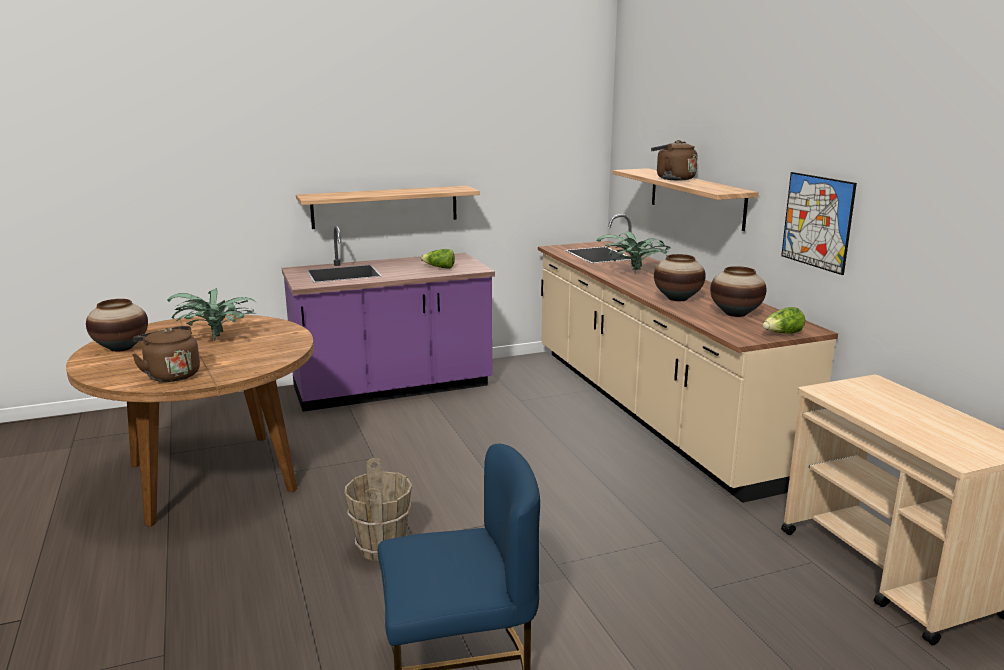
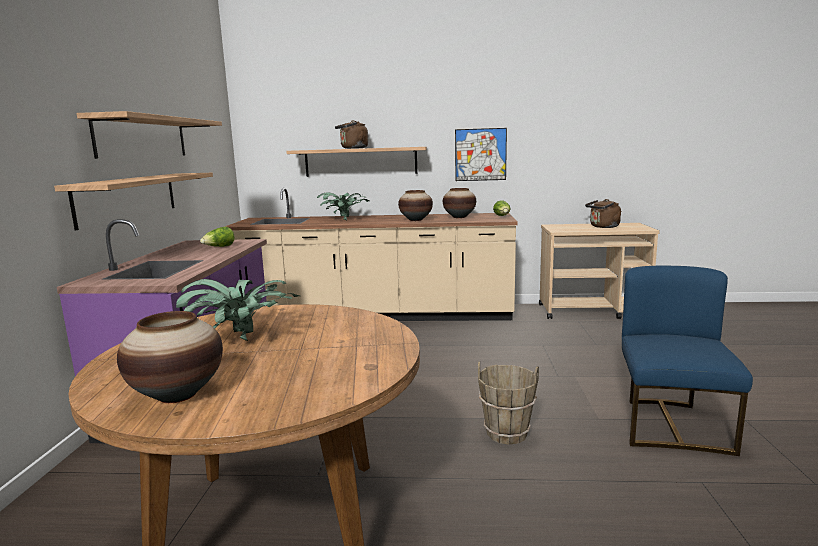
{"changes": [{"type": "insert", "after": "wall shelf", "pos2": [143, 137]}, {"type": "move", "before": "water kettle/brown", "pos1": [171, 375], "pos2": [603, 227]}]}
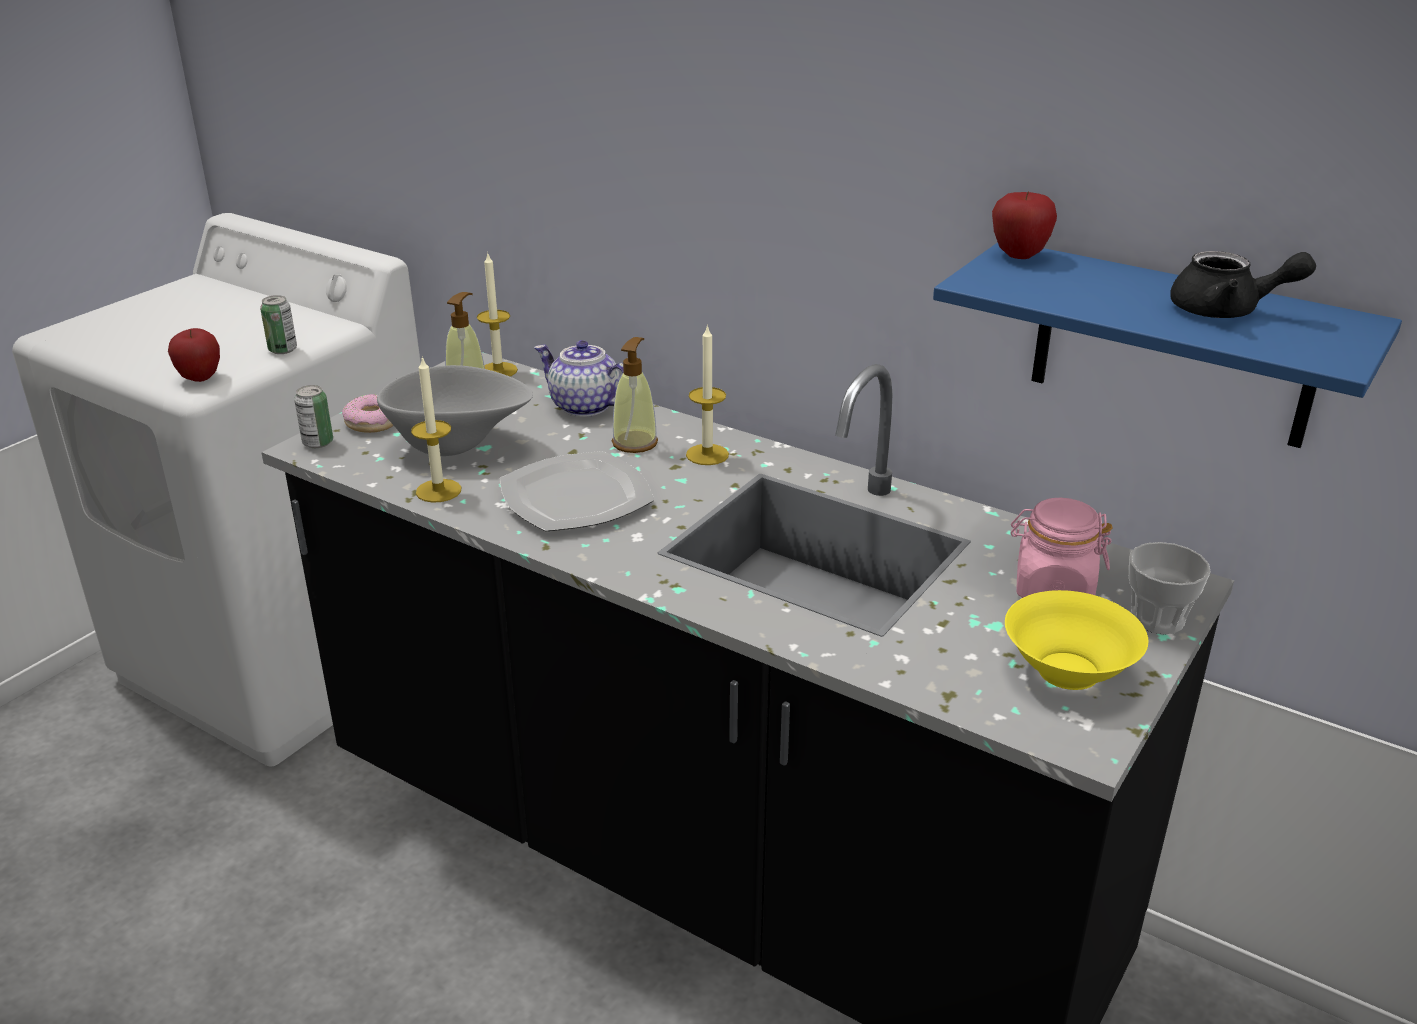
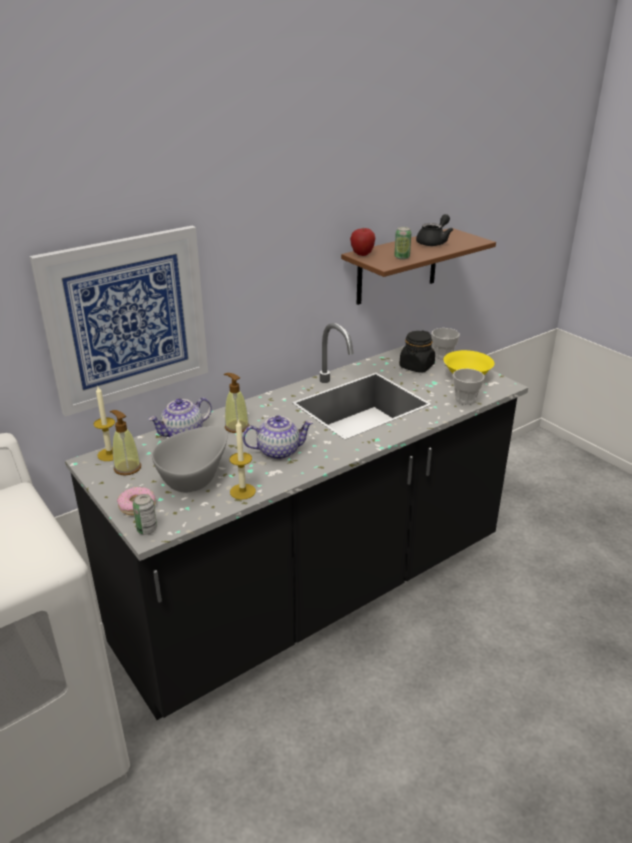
{"changes": [{"type": "insert", "after": "picture", "pos2": [127, 319]}, {"type": "replace", "before": "plate", "after": "tea pot", "pos1": [576, 496], "pos2": [279, 451]}, {"type": "recolor", "before": "wall shelf/blue-coloured", "after": "wall shelf/brown", "pos1": [1173, 345], "pos2": [397, 267]}, {"type": "move", "before": "can", "pos1": [283, 350], "pos2": [402, 257]}, {"type": "recolor", "before": "jar/pink-coloured", "after": "jar/black", "pos1": [1053, 588], "pos2": [416, 366]}, {"type": "insert", "after": "drinking cup", "pos2": [465, 399]}, {"type": "delete", "before": "apple", "pos1": [200, 378]}, {"type": "delete", "before": "wax light", "pos1": [707, 454]}]}
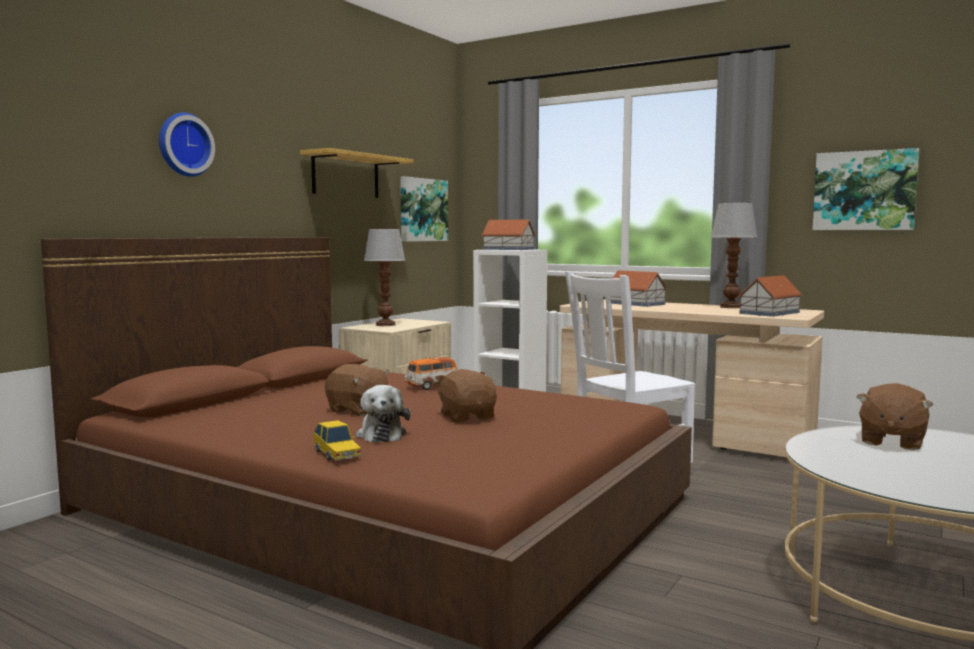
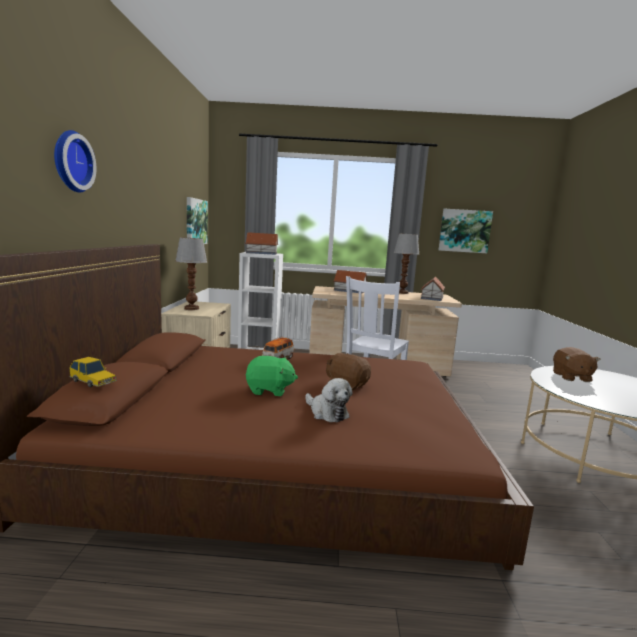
{"changes": [{"type": "move", "before": "model car", "pos1": [337, 454], "pos2": [93, 381]}, {"type": "recolor", "before": "soft toy/brown", "after": "soft toy/greenish", "pos1": [358, 410], "pos2": [269, 390]}, {"type": "delete", "before": "wall shelf", "pos1": [346, 176]}]}
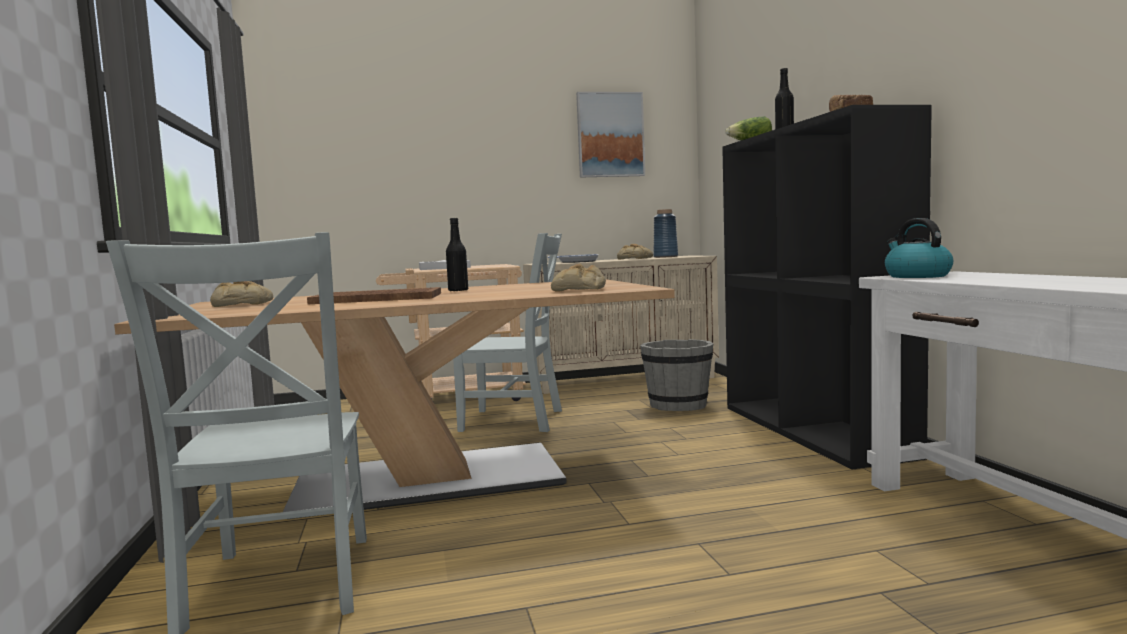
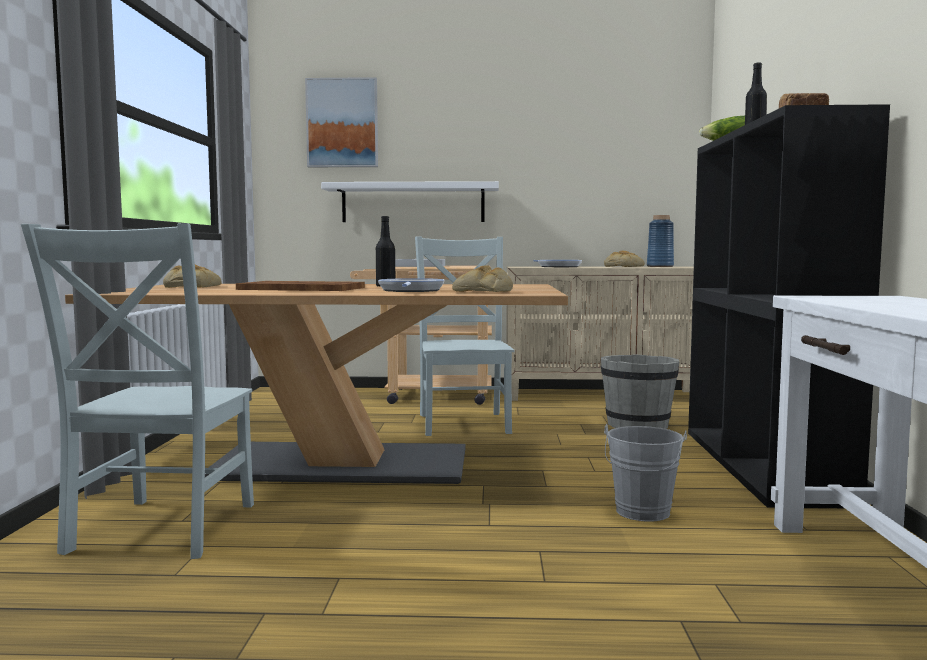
{"changes": [{"type": "move", "before": "picture", "pos1": [610, 135], "pos2": [342, 123]}, {"type": "insert", "after": "wall shelf/whitish", "pos2": [413, 203]}, {"type": "insert", "after": "pan", "pos2": [411, 290]}, {"type": "rotate", "before": "chair/greyish", "pos1": [517, 421], "pos2": [464, 422], "turn": -120}, {"type": "insert", "after": "pail/greyish", "pos2": [642, 514]}, {"type": "delete", "before": "water kettle", "pos1": [916, 276]}]}
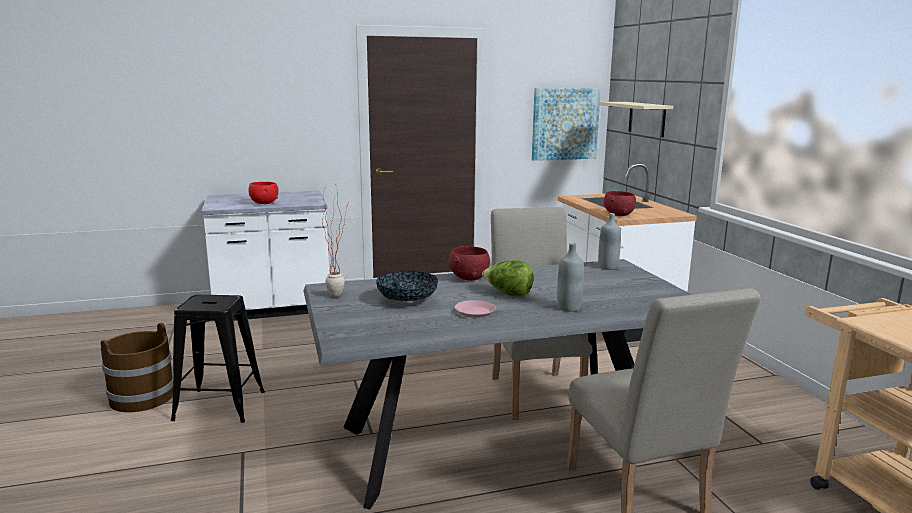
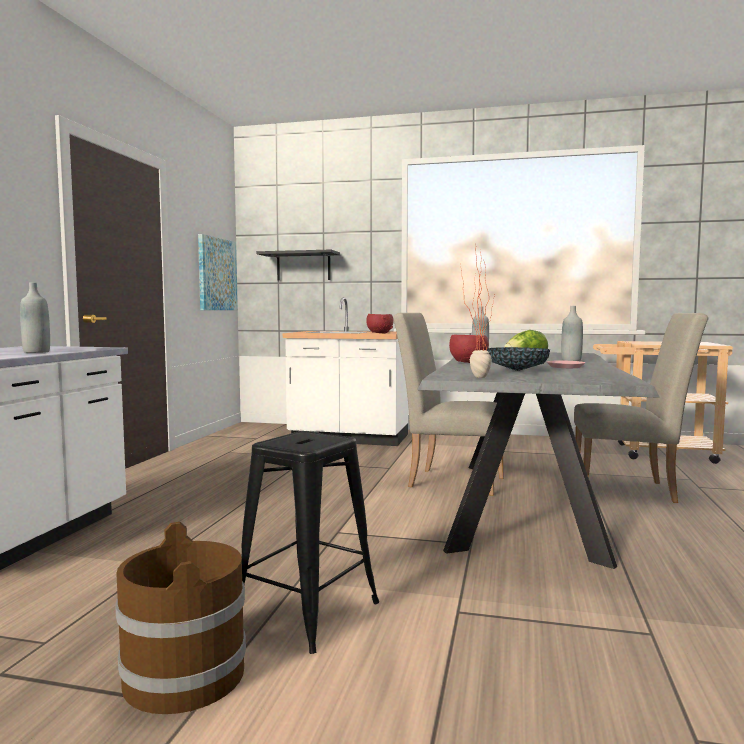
{"changes": [{"type": "replace", "before": "serving bowl/reddish", "after": "drink bottle/greyish", "pos1": [264, 203], "pos2": [36, 352]}, {"type": "recolor", "before": "wall shelf/beige-coloured", "after": "wall shelf/black", "pos1": [647, 119], "pos2": [303, 266]}]}
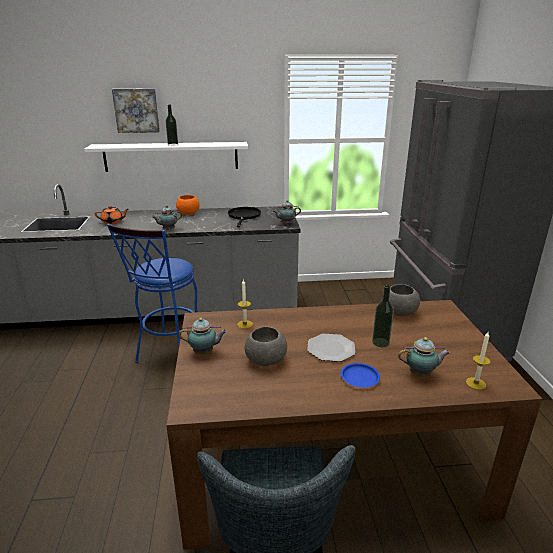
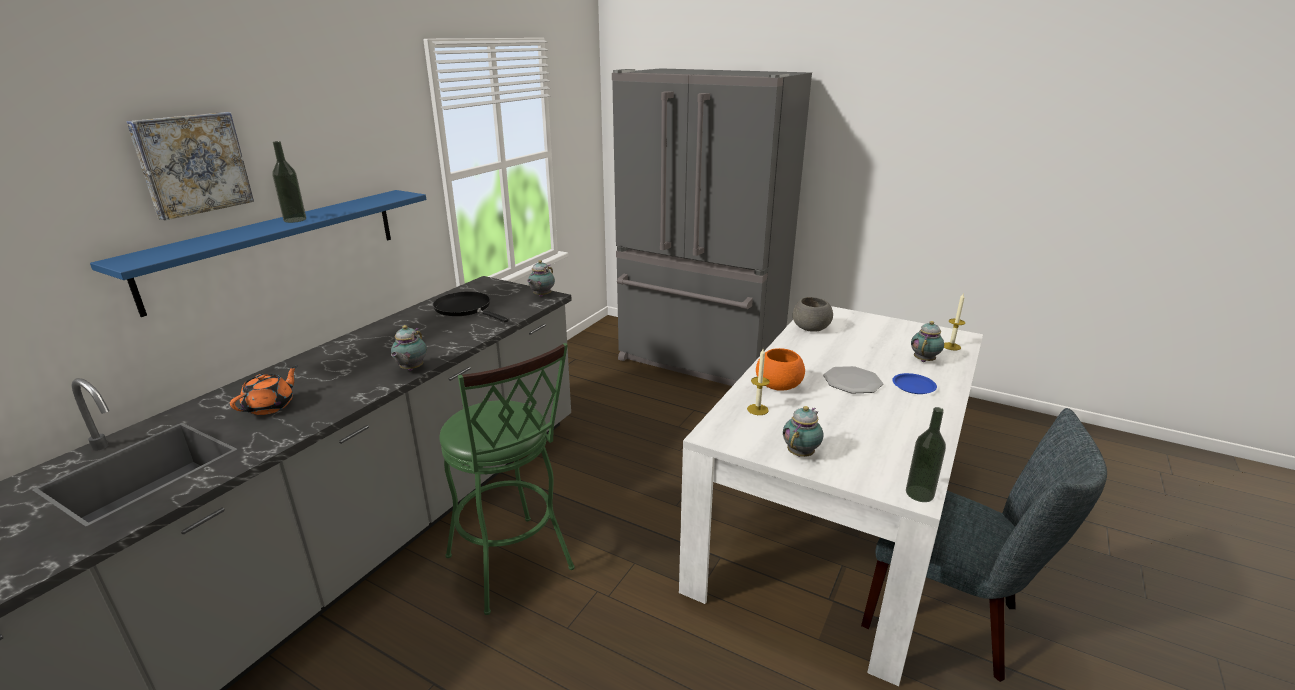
{"changes": [{"type": "recolor", "before": "wall shelf/whitish", "after": "wall shelf/blue-coloured", "pos1": [171, 156], "pos2": [278, 246]}, {"type": "recolor", "before": "stool/blue-coloured", "after": "stool/greenish", "pos1": [169, 355], "pos2": [514, 569]}, {"type": "recolor", "before": "dinner table/brown", "after": "dinner table/whitish", "pos1": [329, 461], "pos2": [834, 518]}, {"type": "move", "before": "serving bowl/orange-coloured", "pos1": [188, 213], "pos2": [779, 386]}, {"type": "move", "before": "drink bottle", "pos1": [380, 342], "pos2": [919, 493]}, {"type": "delete", "before": "serving bowl/greyish", "pos1": [265, 360]}]}
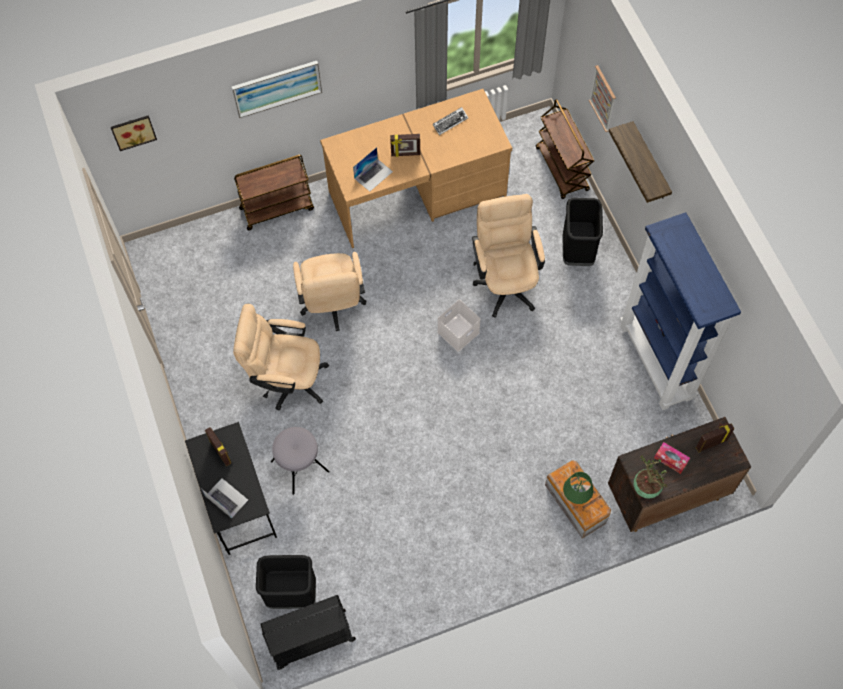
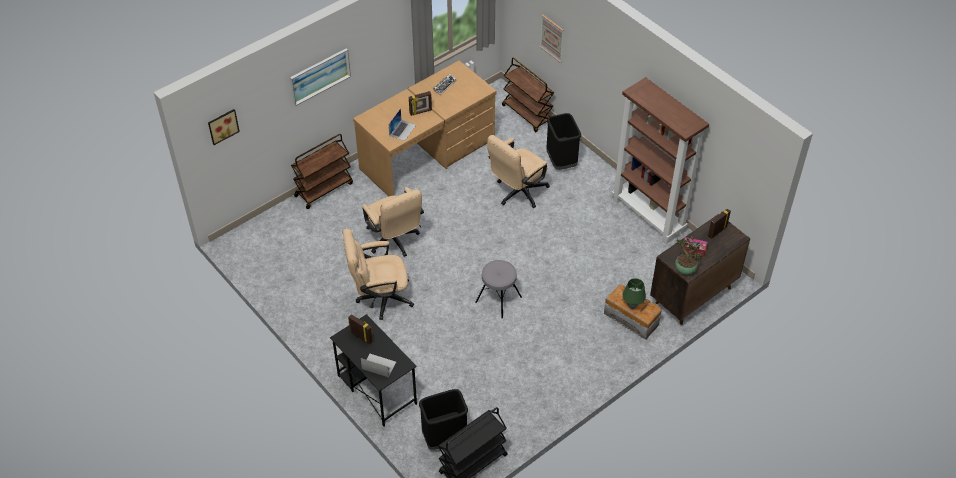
{"changes": [{"type": "move", "before": "stool/greyish", "pos1": [300, 466], "pos2": [498, 299]}, {"type": "rotate", "before": "desk chair/beige-coloured", "pos1": [505, 281], "pos2": [517, 193], "turn": -105}, {"type": "recolor", "before": "bookshelf/blue-coloured", "after": "bookshelf/brown", "pos1": [657, 362], "pos2": [649, 215]}, {"type": "delete", "before": "storage box/whitish", "pos1": [458, 331]}, {"type": "delete", "before": "wall shelf", "pos1": [650, 163]}]}
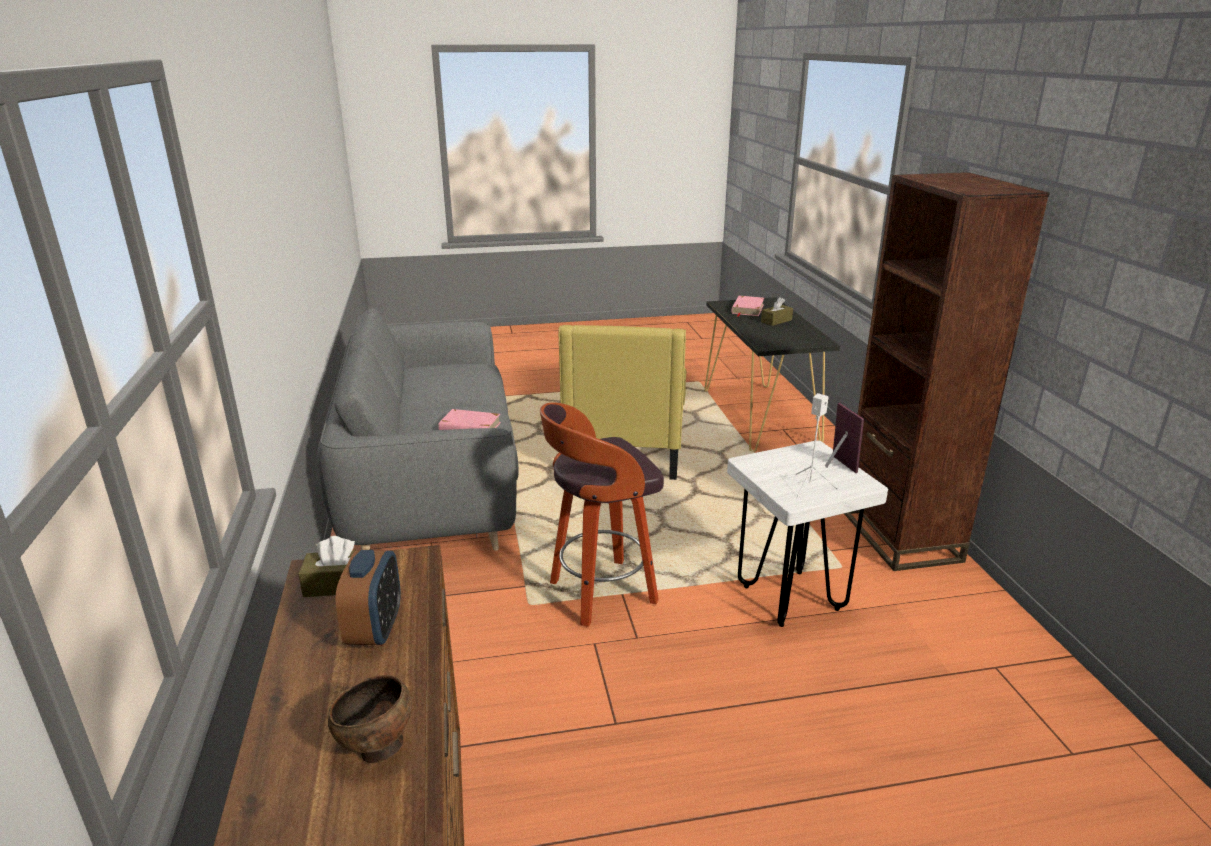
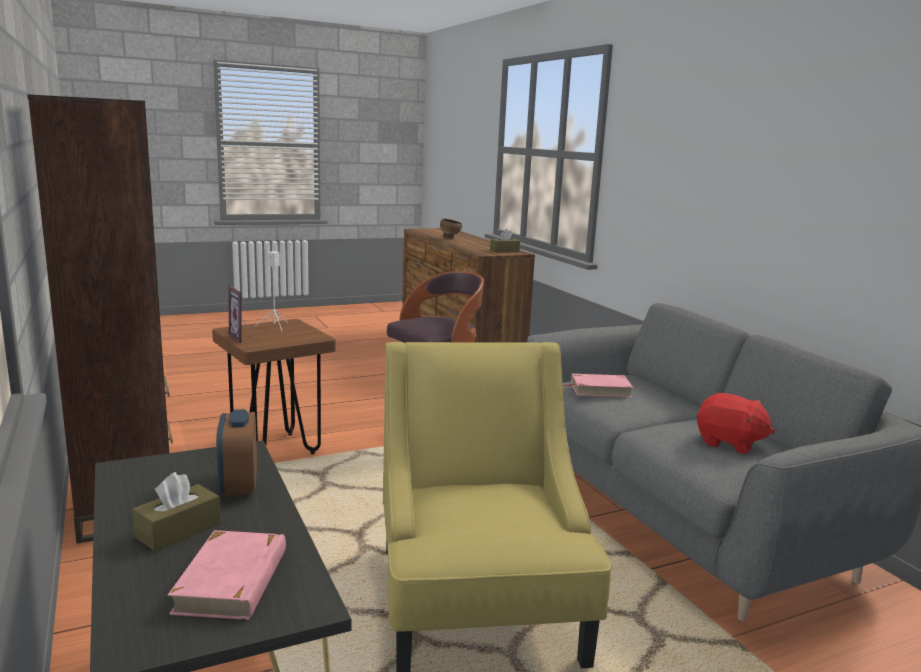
{"changes": [{"type": "recolor", "before": "stool/whitish", "after": "stool/brown", "pos1": [790, 598], "pos2": [276, 449]}, {"type": "move", "before": "table clock", "pos1": [375, 629], "pos2": [239, 485]}, {"type": "insert", "after": "soft toy/reddish", "pos2": [729, 443]}]}
